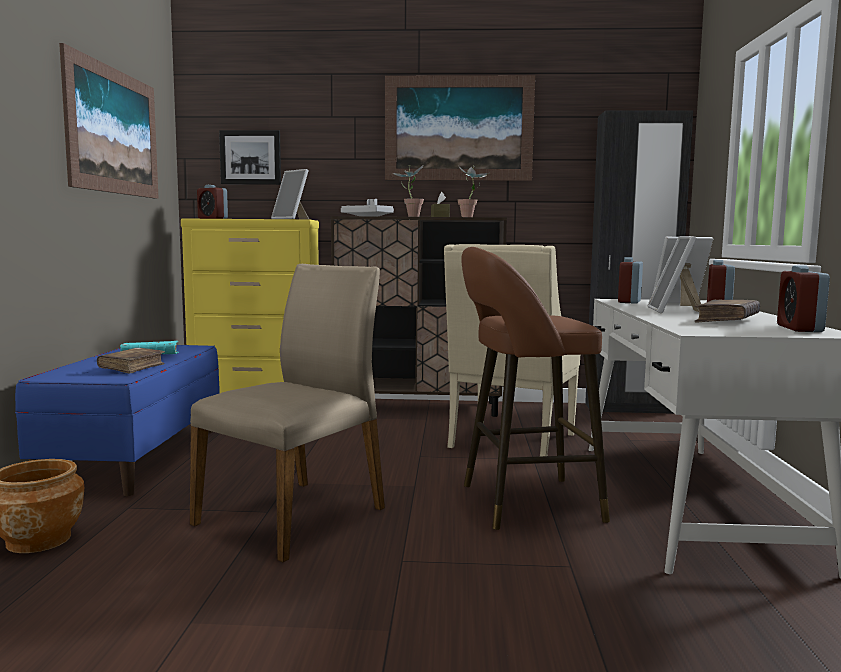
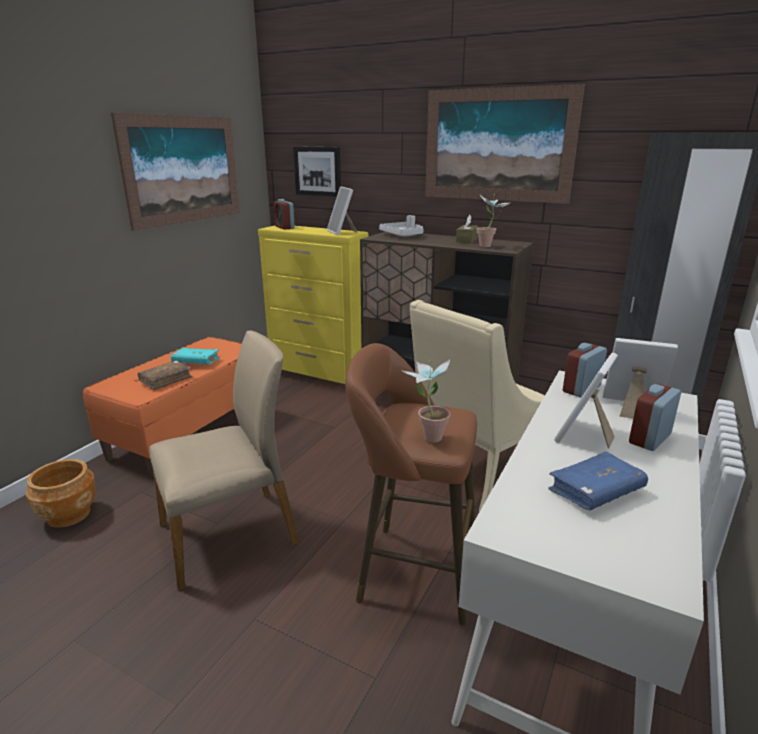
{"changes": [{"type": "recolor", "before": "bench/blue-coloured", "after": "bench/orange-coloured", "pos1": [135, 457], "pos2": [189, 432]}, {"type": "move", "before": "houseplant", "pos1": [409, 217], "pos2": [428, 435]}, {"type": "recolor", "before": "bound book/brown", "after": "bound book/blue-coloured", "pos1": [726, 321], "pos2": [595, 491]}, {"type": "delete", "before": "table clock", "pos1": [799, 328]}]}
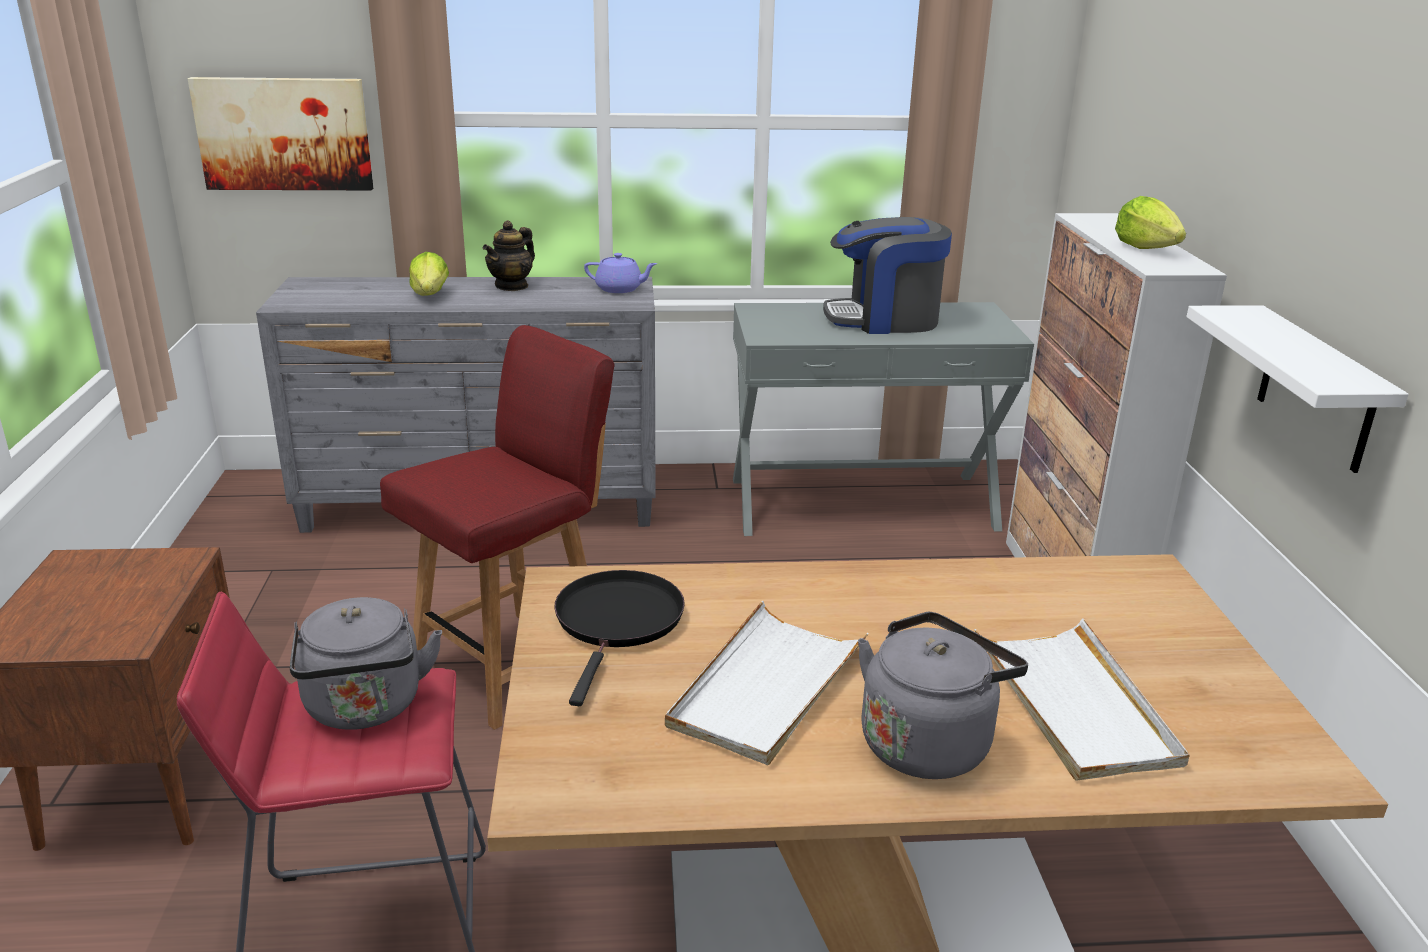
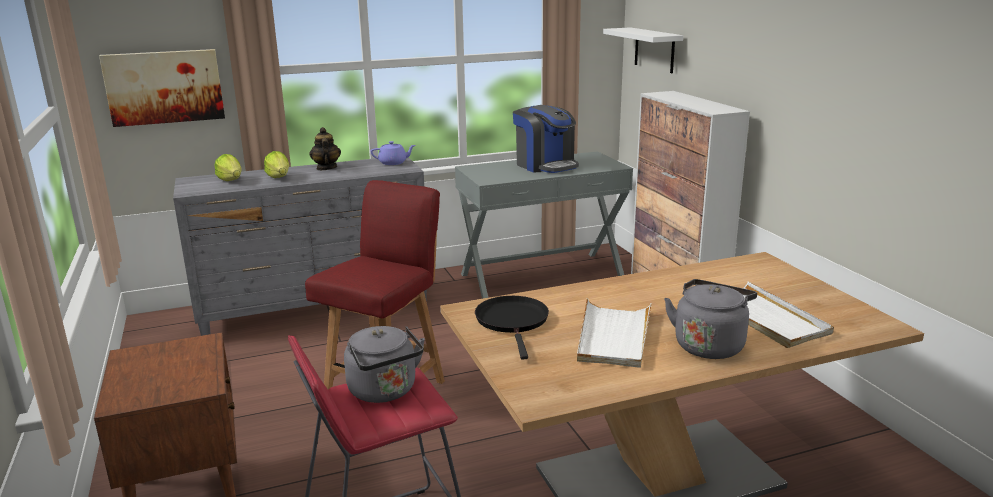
{"changes": [{"type": "move", "before": "lettuce", "pos1": [1146, 248], "pos2": [231, 180]}, {"type": "rotate", "before": "tea pot", "pos1": [512, 286], "pos2": [326, 168], "turn": 150}, {"type": "rotate", "before": "coffee machine", "pos1": [884, 319], "pos2": [545, 165], "turn": -105}, {"type": "move", "before": "wall shelf/whitish", "pos1": [1317, 389], "pos2": [654, 50]}]}
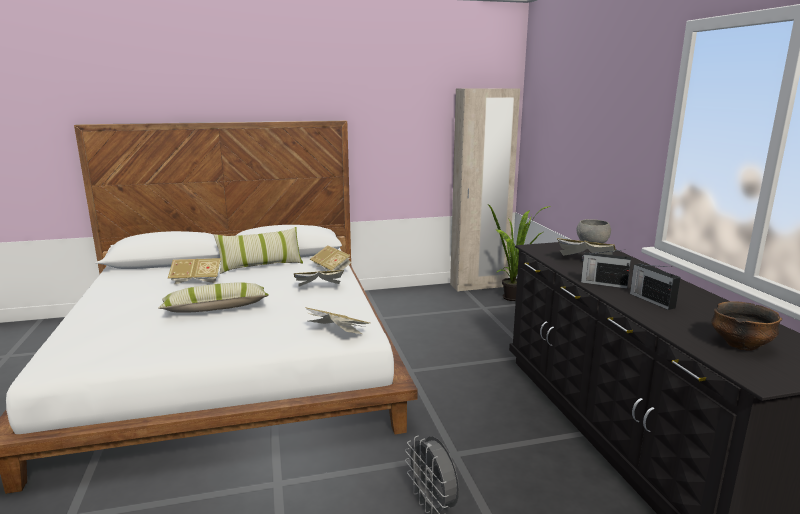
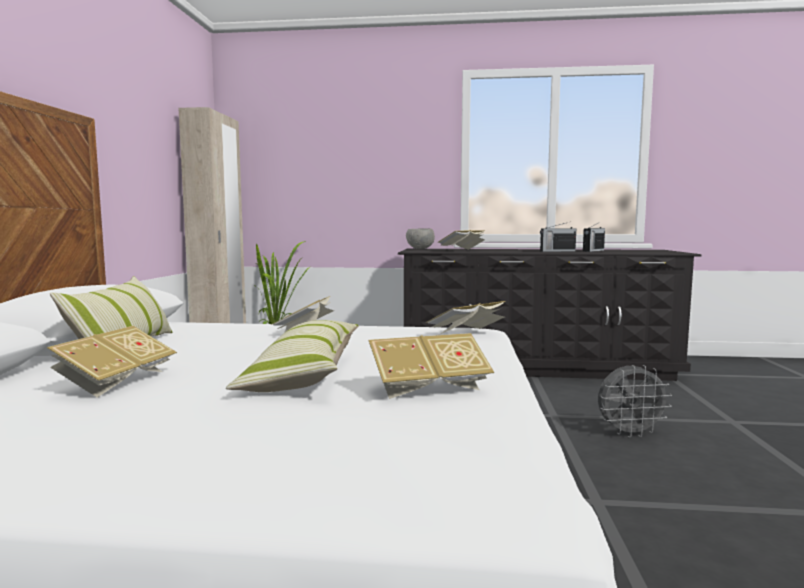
{"changes": [{"type": "move", "before": "bound book", "pos1": [331, 270], "pos2": [428, 388]}, {"type": "move", "before": "radio", "pos1": [603, 283], "pos2": [593, 251]}, {"type": "delete", "before": "serving bowl", "pos1": [740, 345]}]}
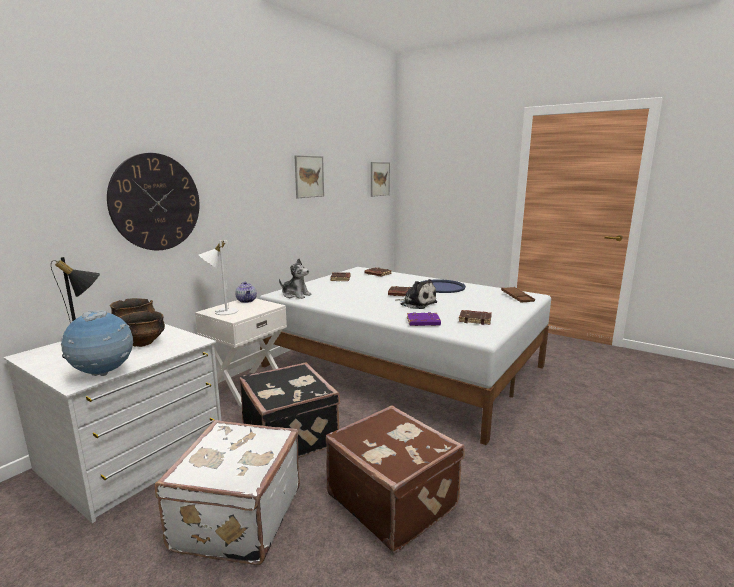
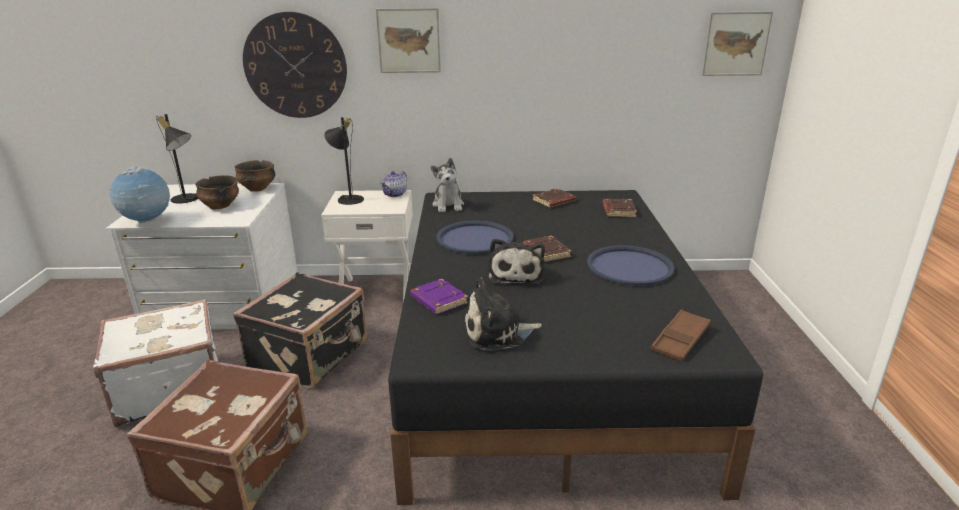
{"changes": [{"type": "recolor", "before": "table lamp/whitish", "after": "table lamp/black", "pos1": [221, 311], "pos2": [348, 198]}, {"type": "move", "before": "picture", "pos1": [309, 176], "pos2": [409, 40]}, {"type": "recolor", "before": "bed/whitish", "after": "bed/black", "pos1": [403, 366], "pos2": [544, 359]}, {"type": "insert", "after": "serving tray/blue-coloured", "pos2": [474, 238]}, {"type": "replace", "before": "bound book/brown", "after": "soft toy", "pos1": [475, 320], "pos2": [498, 333]}]}
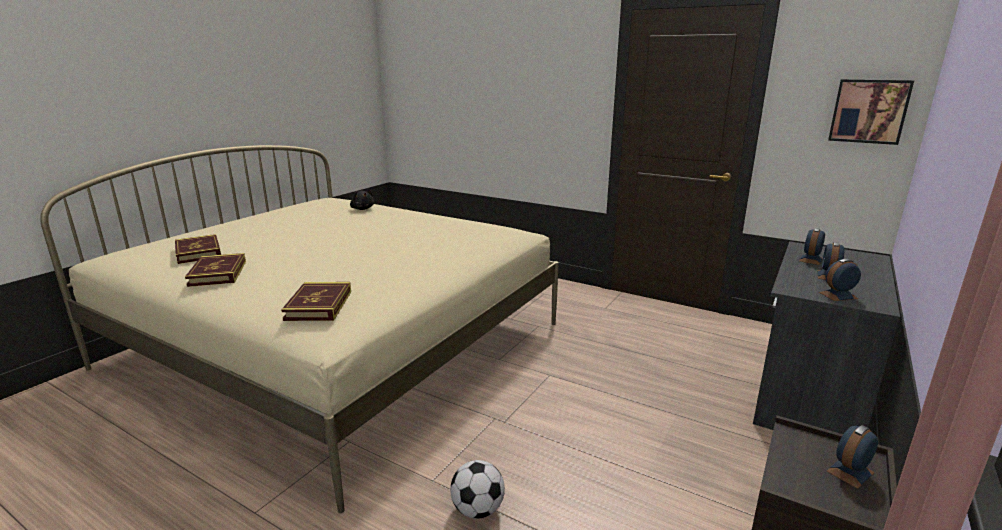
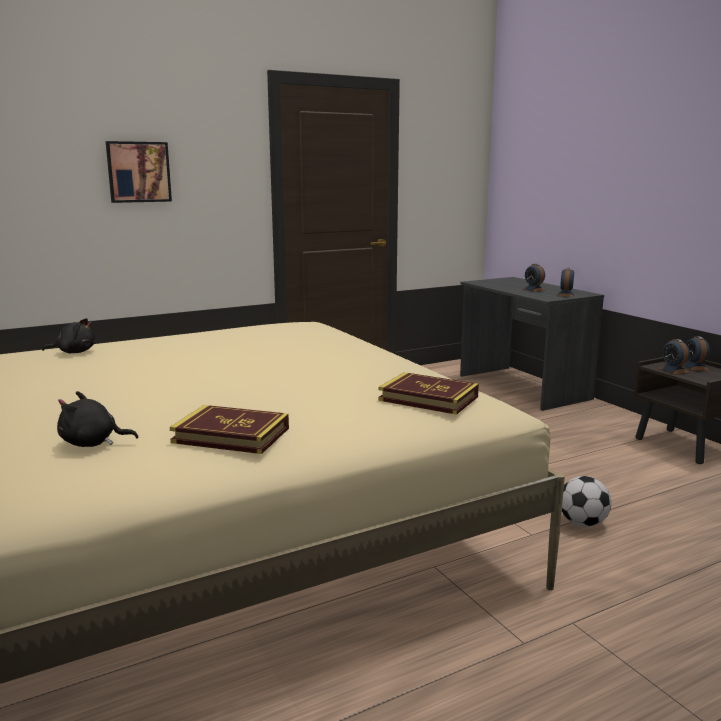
{"changes": [{"type": "replace", "before": "bound book", "after": "soft toy/black", "pos1": [198, 252], "pos2": [92, 443]}, {"type": "move", "before": "picture", "pos1": [869, 111], "pos2": [138, 172]}, {"type": "move", "before": "table clock", "pos1": [810, 260], "pos2": [673, 370]}]}
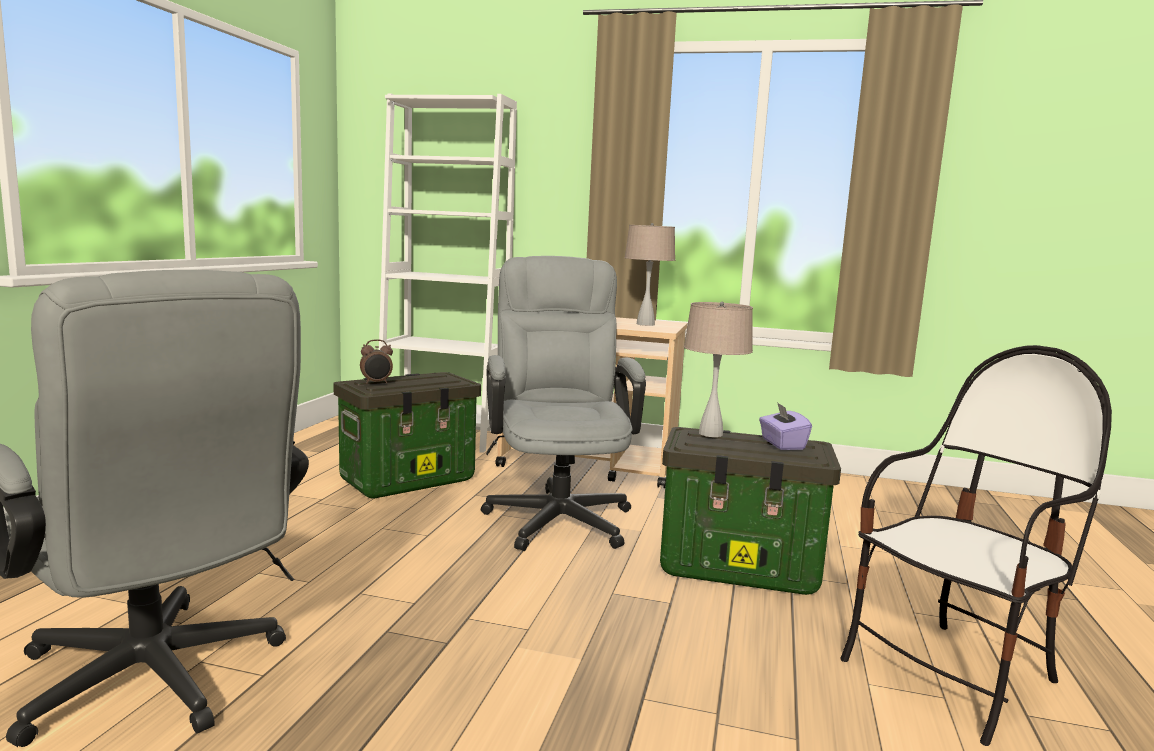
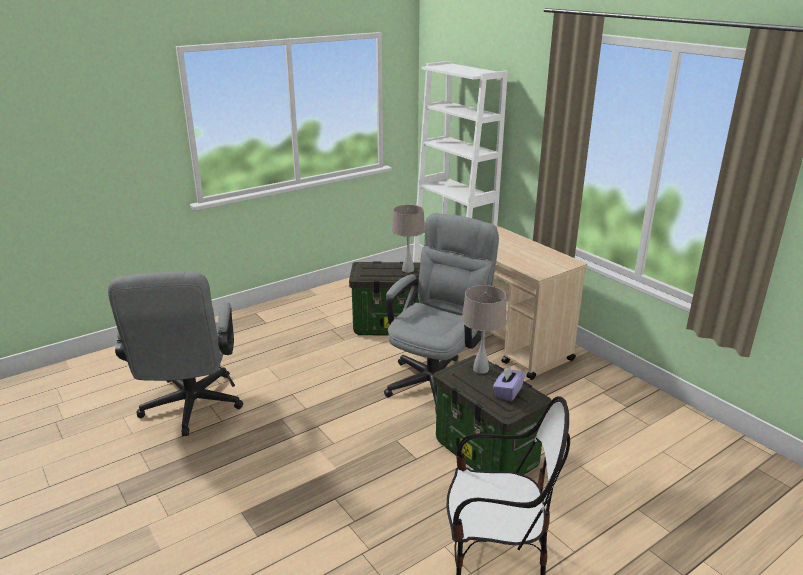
{"changes": [{"type": "move", "before": "table lamp/beige-coloured", "pos1": [645, 324], "pos2": [407, 270]}, {"type": "delete", "before": "table clock", "pos1": [376, 383]}]}
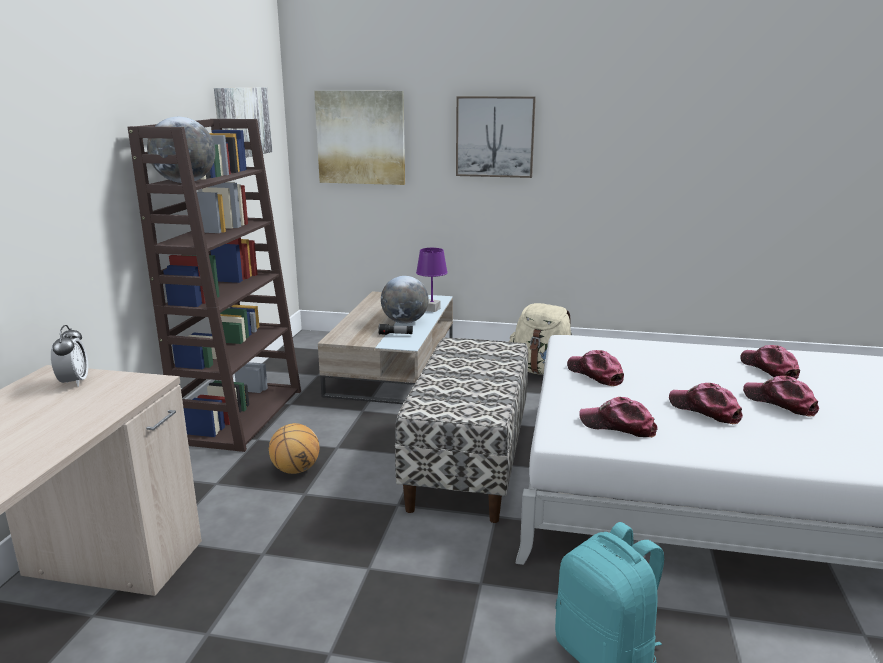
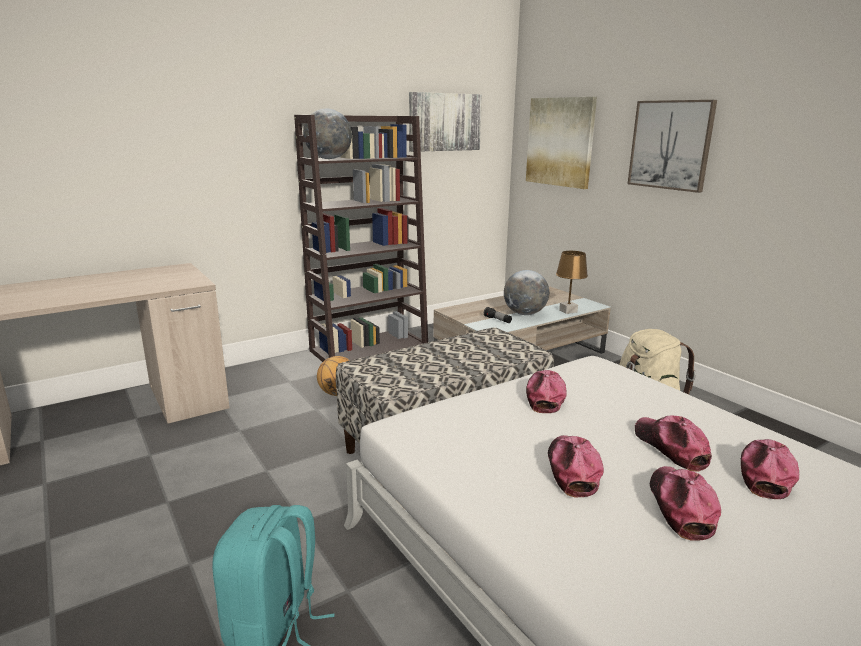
{"changes": [{"type": "recolor", "before": "table lamp/purple-coloured", "after": "table lamp/brown", "pos1": [431, 309], "pos2": [568, 311]}, {"type": "move", "before": "peaked cap", "pos1": [618, 426], "pos2": [670, 447]}, {"type": "delete", "before": "table clock", "pos1": [74, 382]}]}
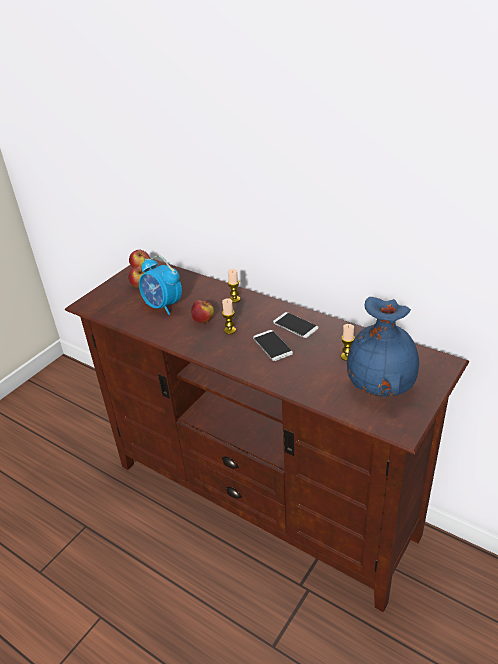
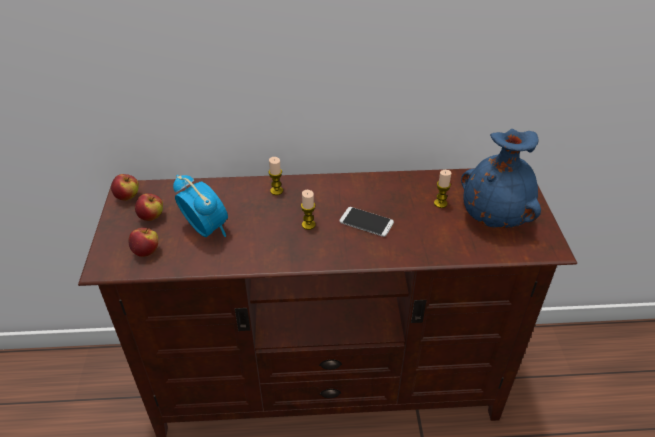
{"changes": [{"type": "move", "before": "apple", "pos1": [203, 320], "pos2": [146, 251]}, {"type": "rotate", "before": "table clock", "pos1": [163, 306], "pos2": [205, 229], "turn": -135}, {"type": "delete", "before": "phone", "pos1": [295, 325]}]}
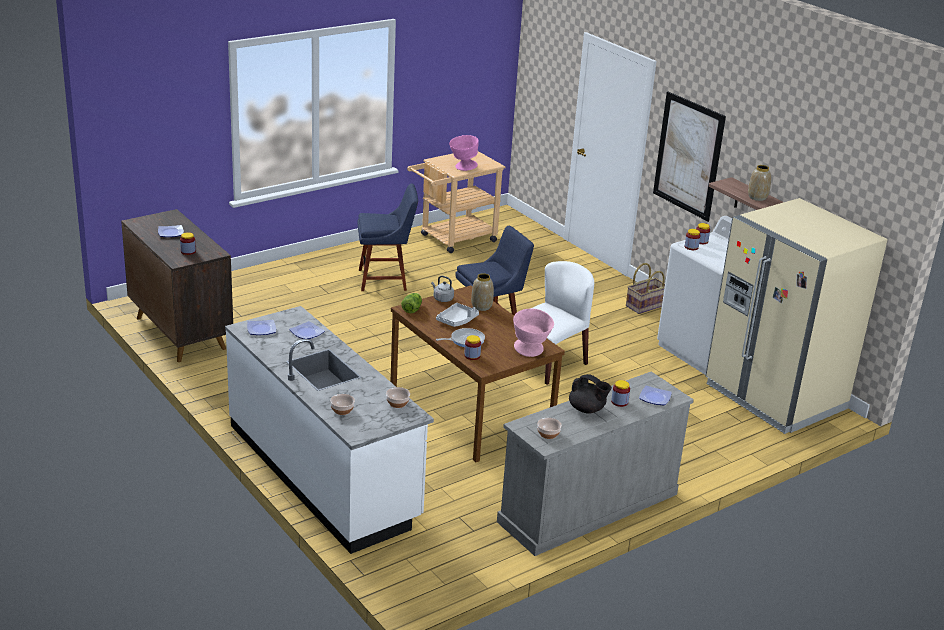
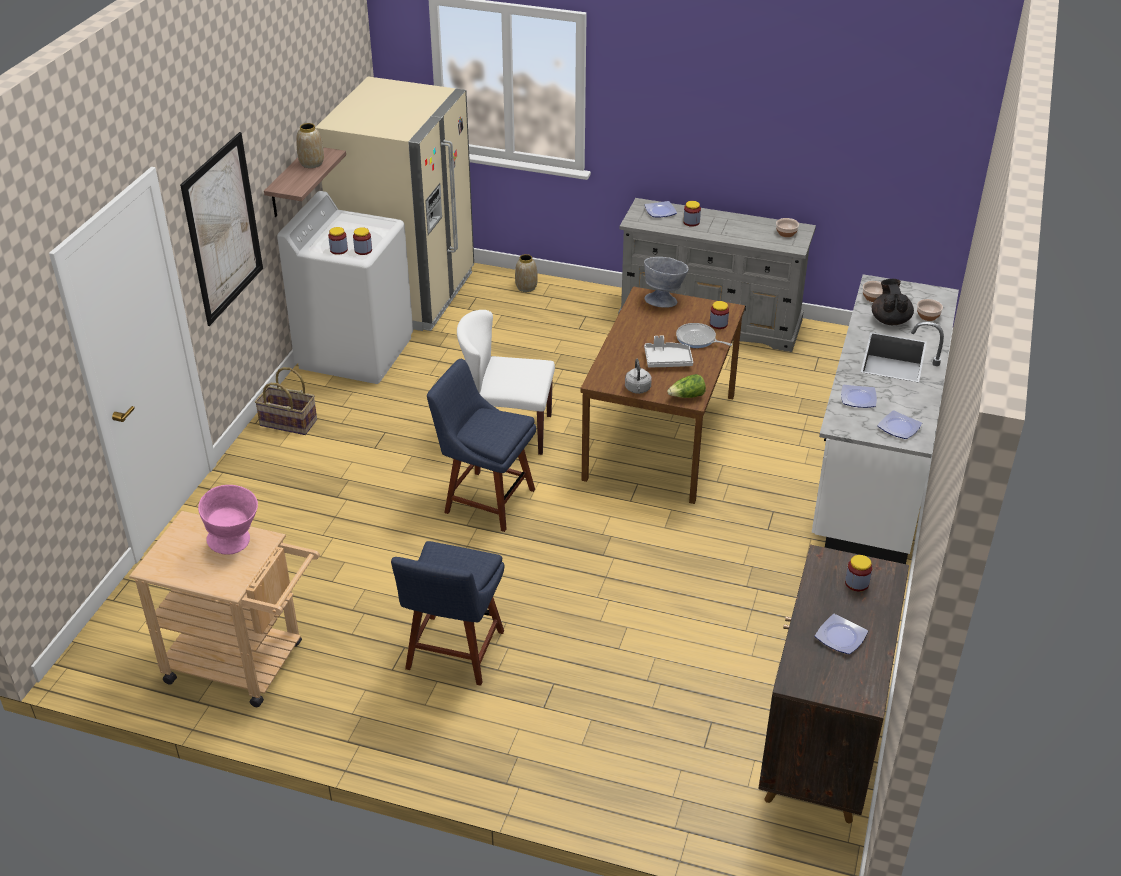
{"changes": [{"type": "rotate", "before": "chair/blue-coloured", "pos1": [385, 280], "pos2": [453, 654], "turn": -120}, {"type": "move", "before": "flower vase", "pos1": [481, 306], "pos2": [526, 287]}, {"type": "recolor", "before": "serving bowl/pink-coloured", "after": "serving bowl/greyish", "pos1": [530, 352], "pos2": [664, 300]}, {"type": "move", "before": "tea pot/black", "pos1": [587, 409], "pos2": [890, 320]}]}
